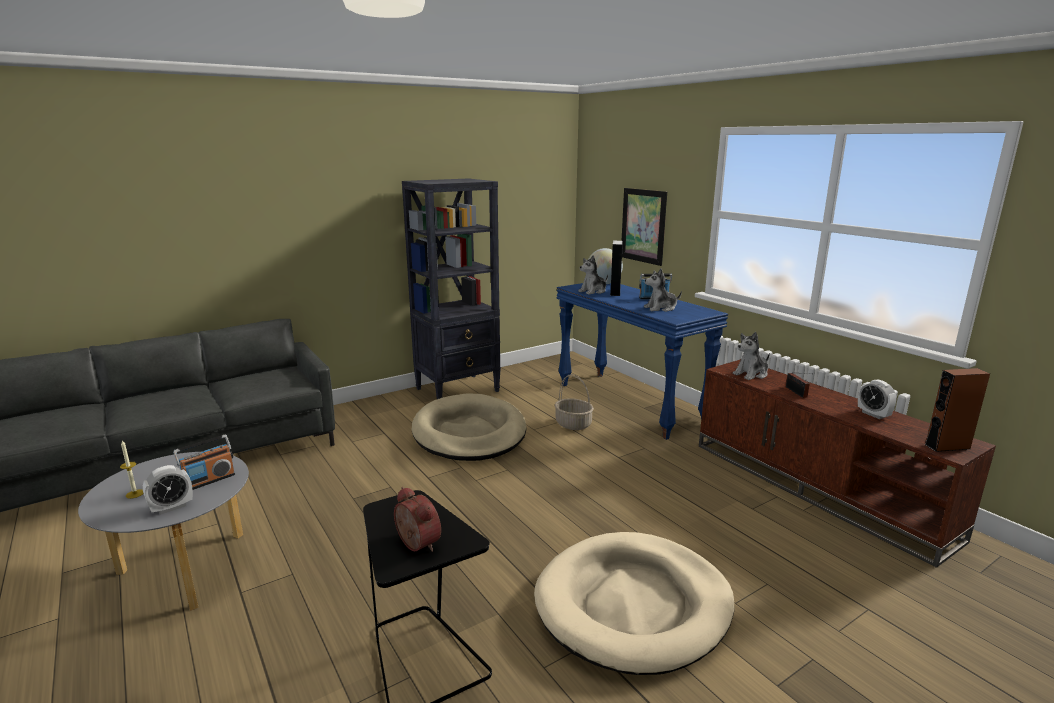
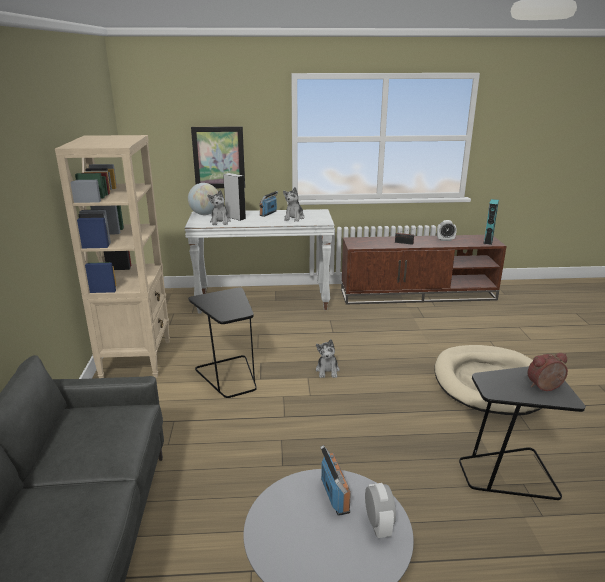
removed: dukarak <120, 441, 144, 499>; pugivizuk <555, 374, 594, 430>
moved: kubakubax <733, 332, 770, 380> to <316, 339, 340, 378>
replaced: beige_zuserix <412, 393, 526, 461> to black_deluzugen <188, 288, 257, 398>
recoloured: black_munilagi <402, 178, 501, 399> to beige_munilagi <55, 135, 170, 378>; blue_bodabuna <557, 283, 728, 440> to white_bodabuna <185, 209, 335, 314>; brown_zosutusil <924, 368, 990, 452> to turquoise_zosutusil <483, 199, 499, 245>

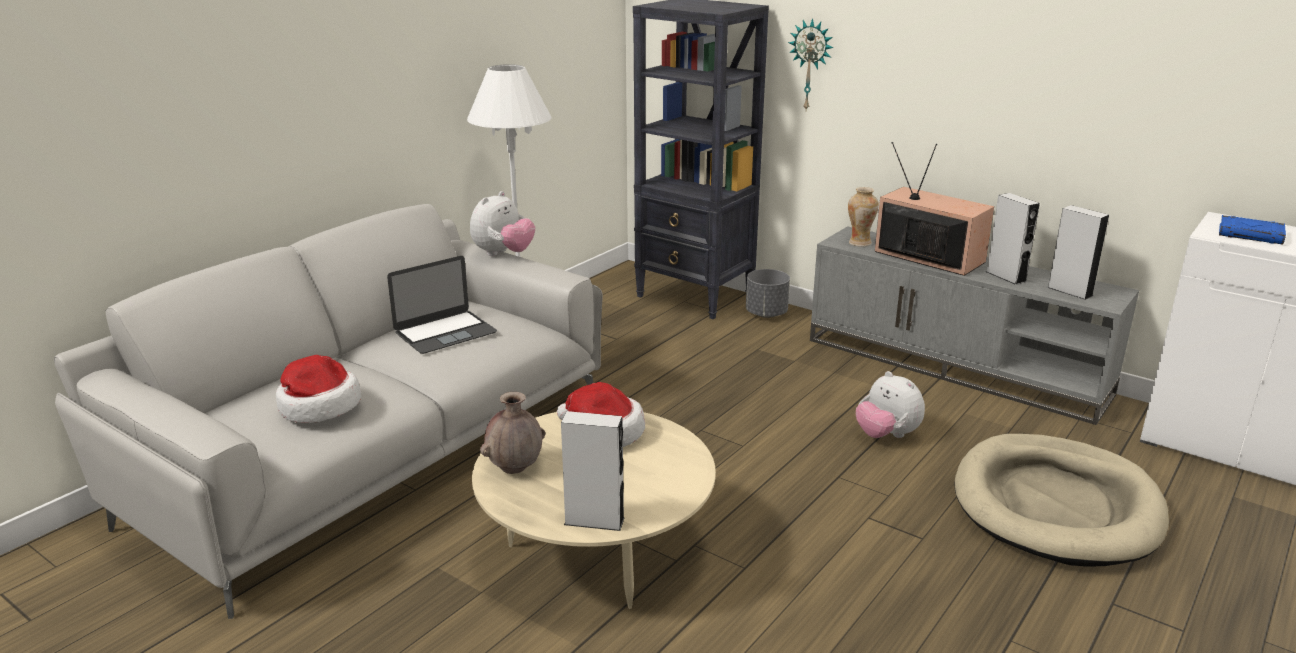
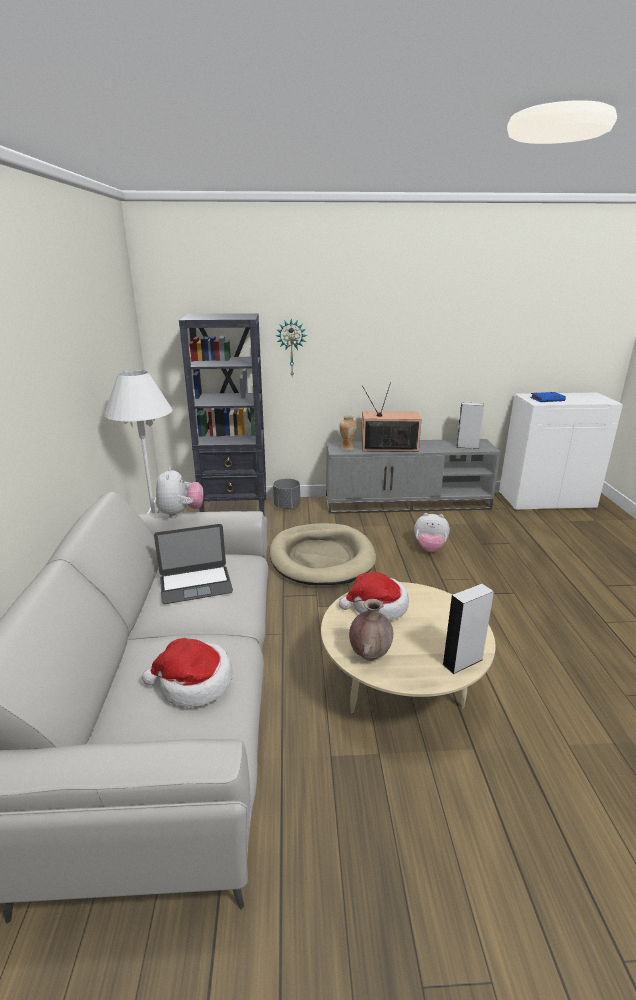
removed: grey_zosutusil <986, 193, 1040, 285>
moved: beige_zuserix <954, 434, 1169, 567> to <270, 523, 376, 585>
turned: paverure <387, 256, 497, 354> = <154, 524, 233, 604> 60 degrees clockwise

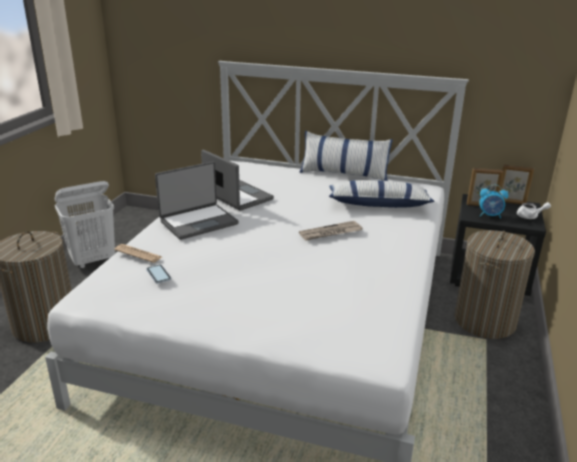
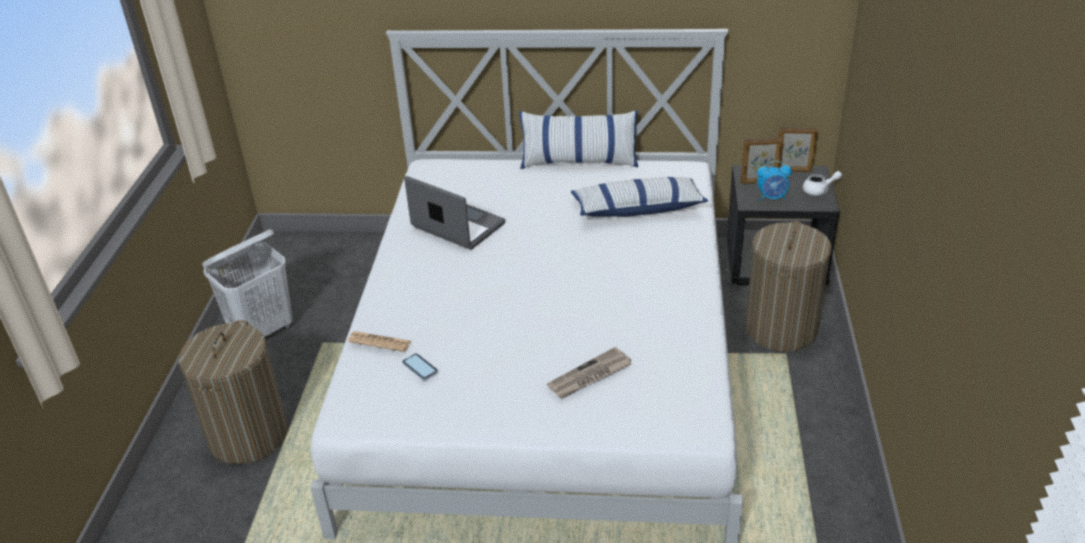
removed: paverure <155, 162, 239, 240>
moved: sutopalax <299, 221, 363, 241> to <547, 347, 631, 398>

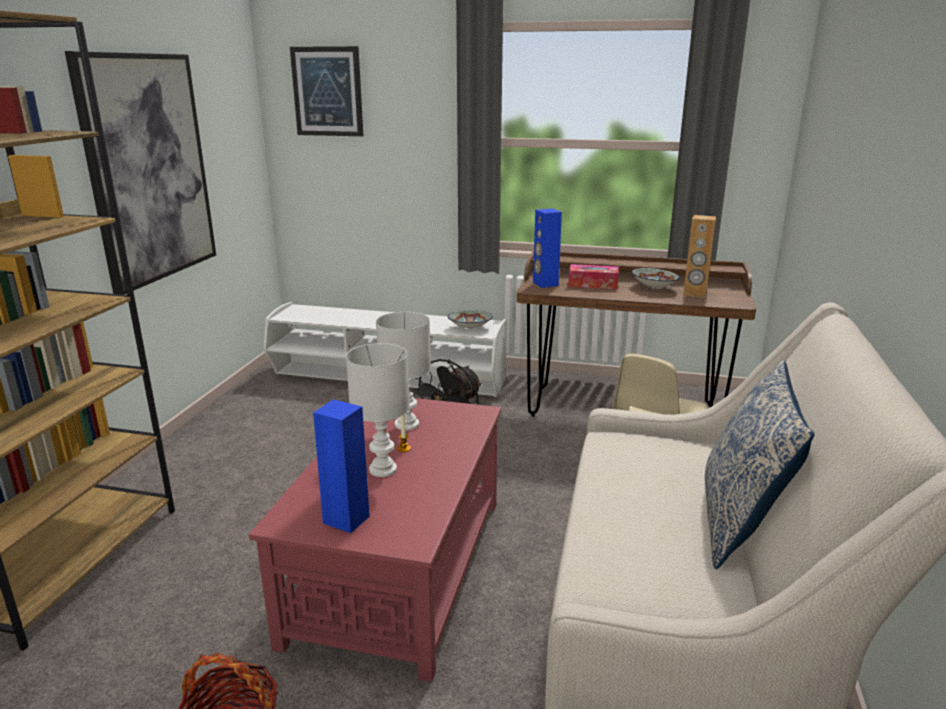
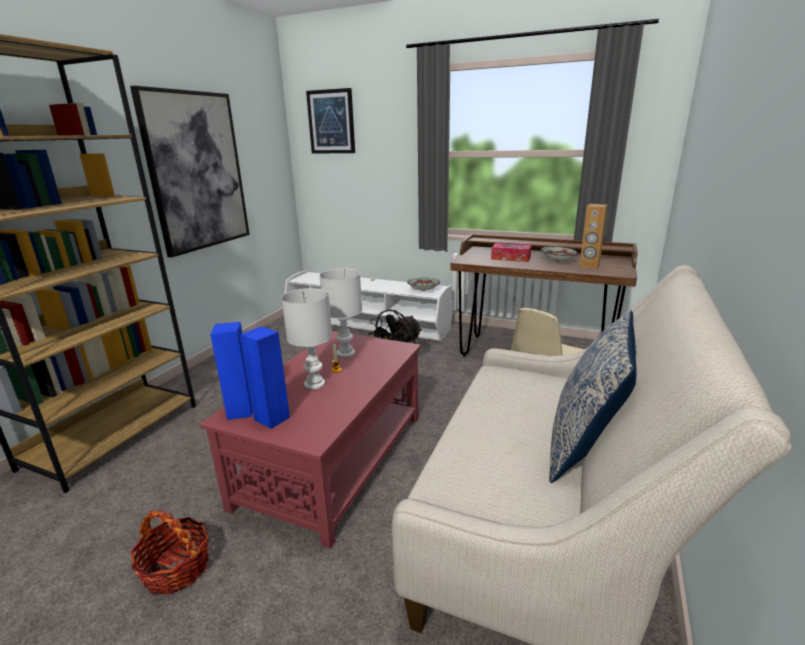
moved: blue_zosutusil <533, 208, 562, 288> to <210, 322, 253, 420>

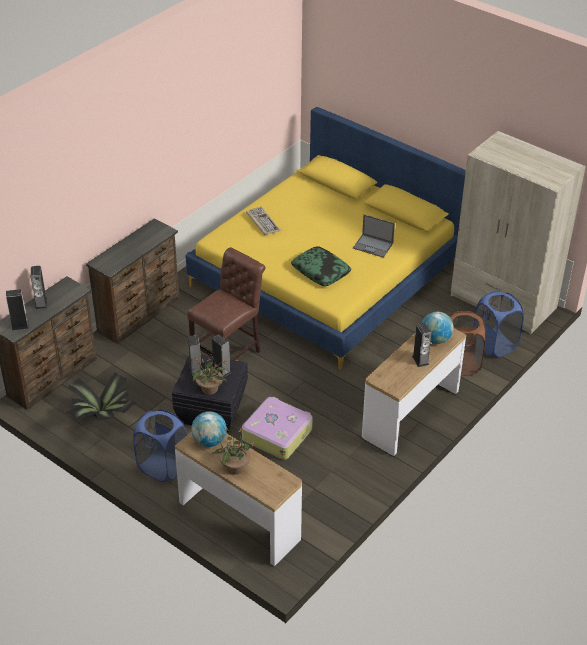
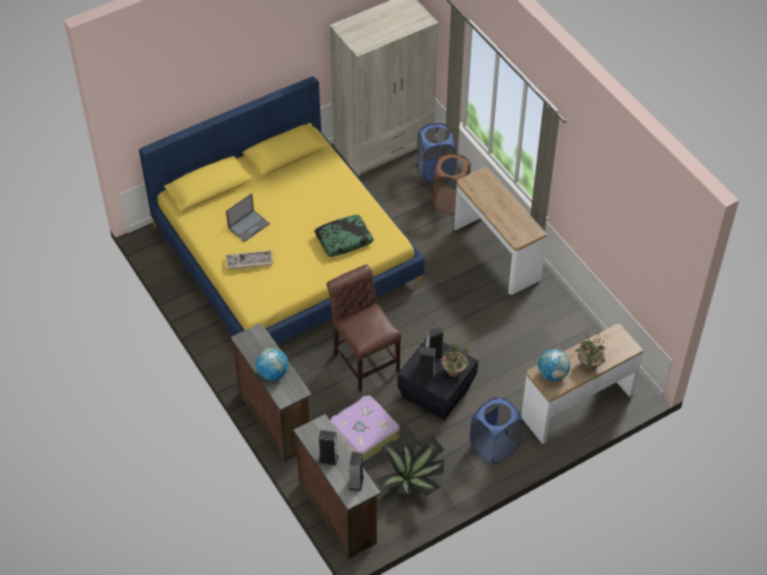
removed: zosutusil <412, 323, 432, 367>
moved: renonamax <242, 397, 313, 460> to <330, 395, 400, 462>; paverure <353, 214, 395, 258> to <226, 193, 270, 242>; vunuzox <422, 312, 454, 344> to <256, 348, 289, 380>

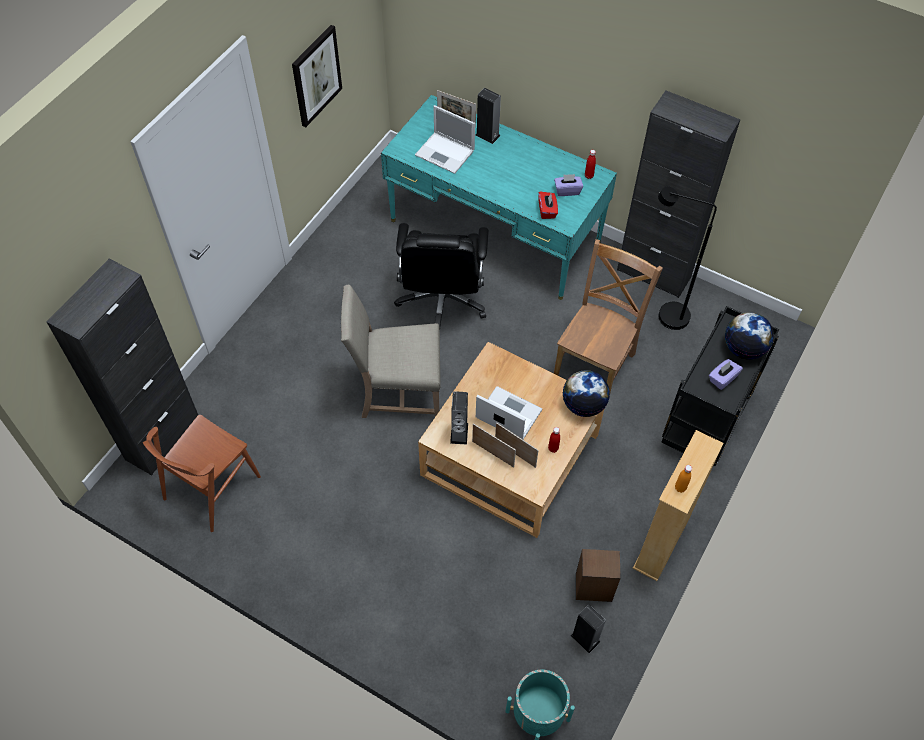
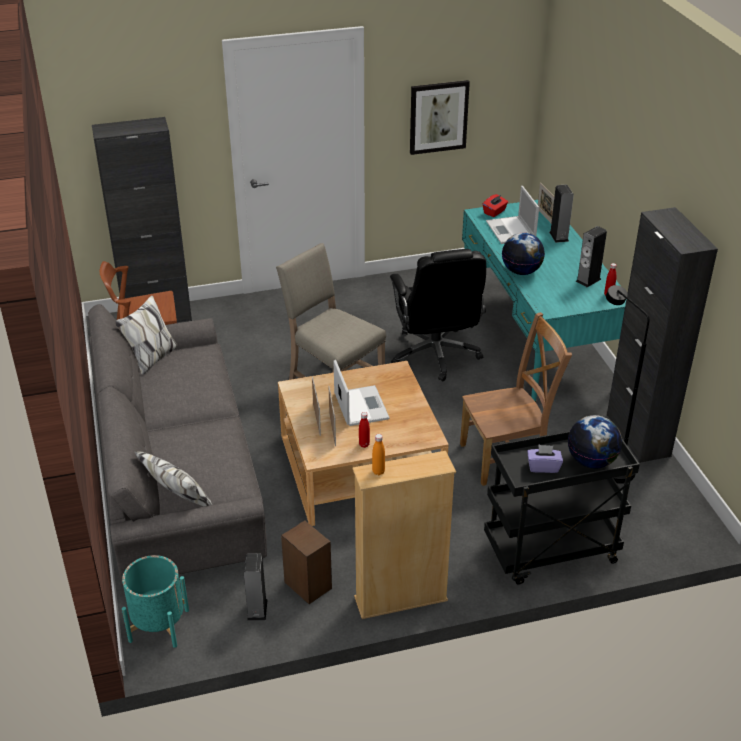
removed: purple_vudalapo <554, 174, 583, 196>
added: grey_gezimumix <88, 296, 267, 585>
moved: zosutusil <450, 391, 468, 444> to <575, 226, 607, 287>; red_vudalapo <538, 191, 558, 219> to <483, 194, 508, 217>; vunuzox <563, 370, 610, 417> to <502, 233, 545, 275>
turned: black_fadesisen <394, 223, 489, 328> = <390, 249, 486, 381> 60 degrees counterclockwise

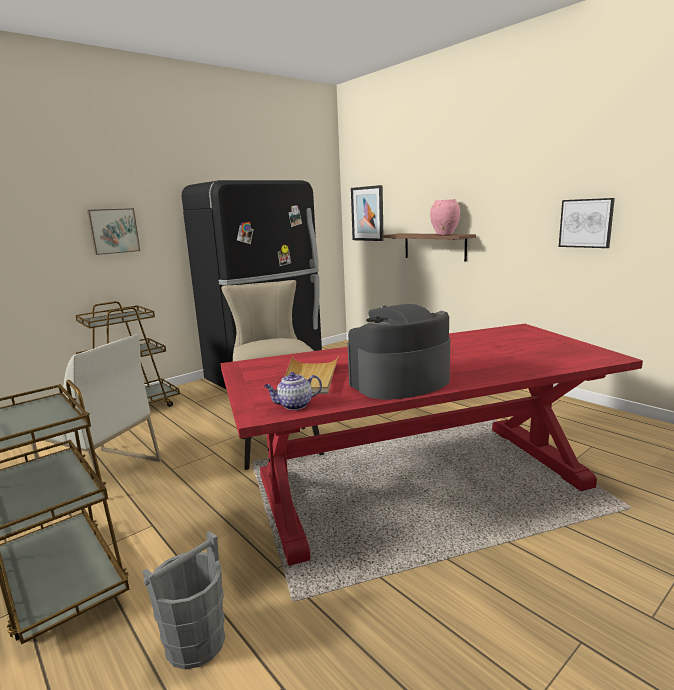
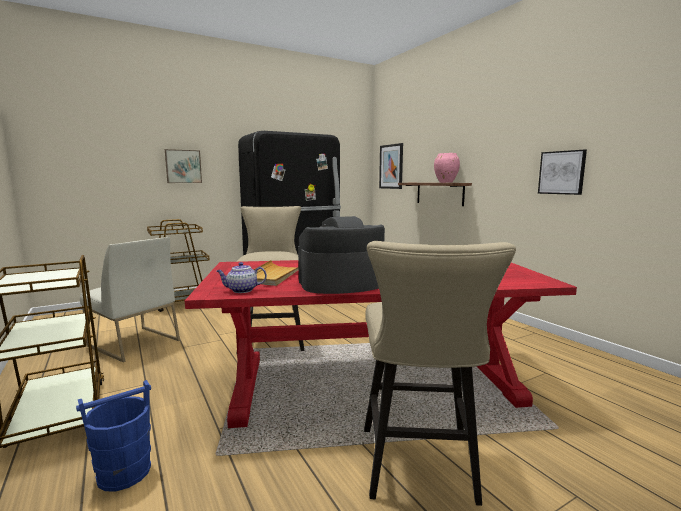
added: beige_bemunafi <364, 241, 516, 506>
recoloured: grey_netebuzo <142, 531, 225, 670> to blue_netebuzo <76, 380, 151, 491>

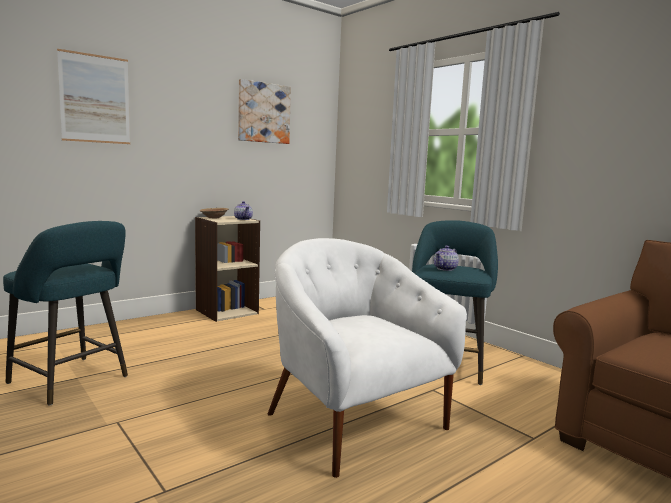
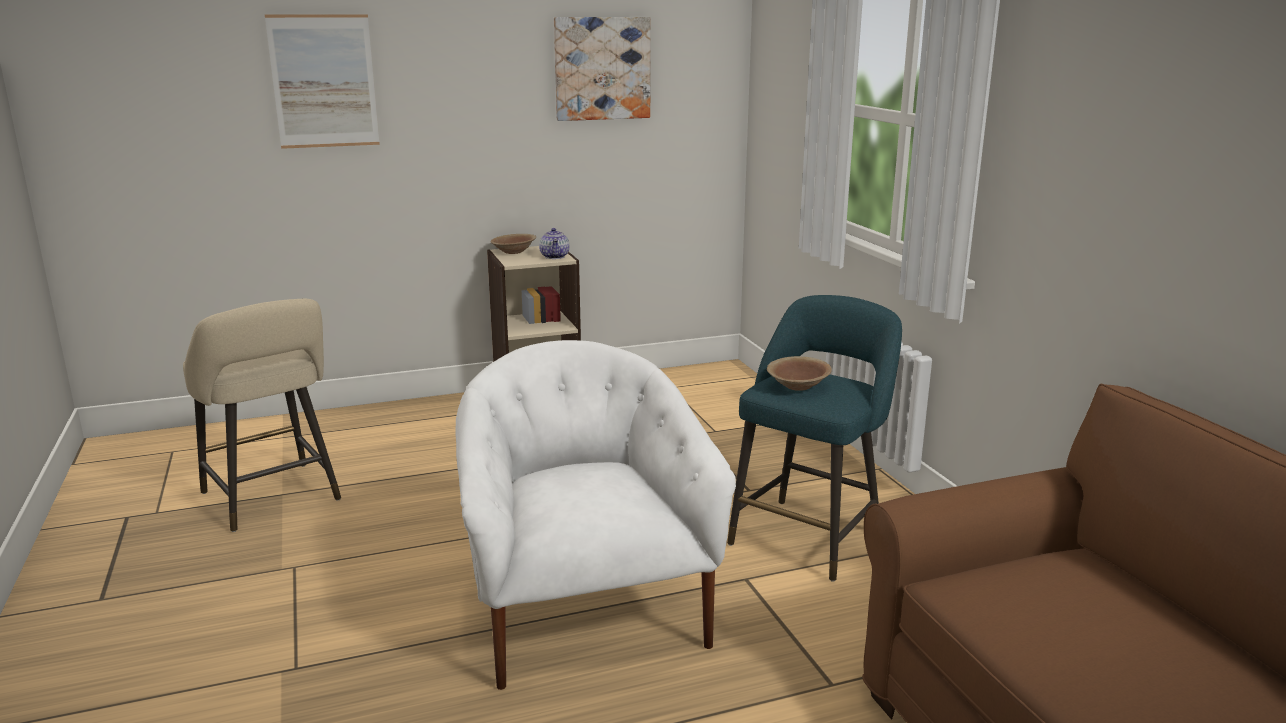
replaced: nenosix <434, 246, 459, 271> to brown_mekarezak <767, 356, 832, 391>
recoloured: turquoise_bemunafi <3, 221, 128, 406> to beige_bemunafi <183, 299, 341, 532>

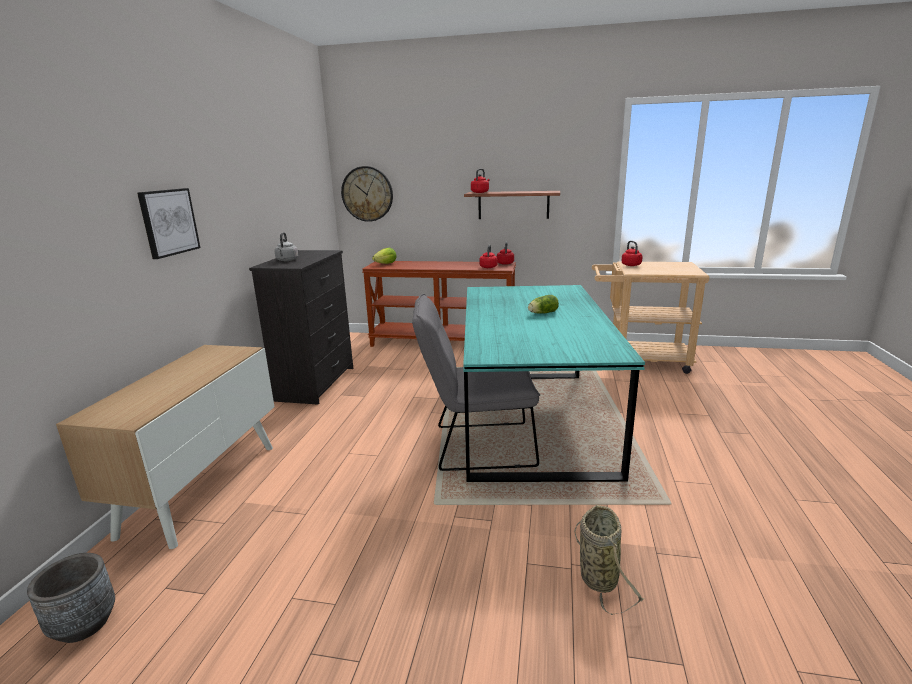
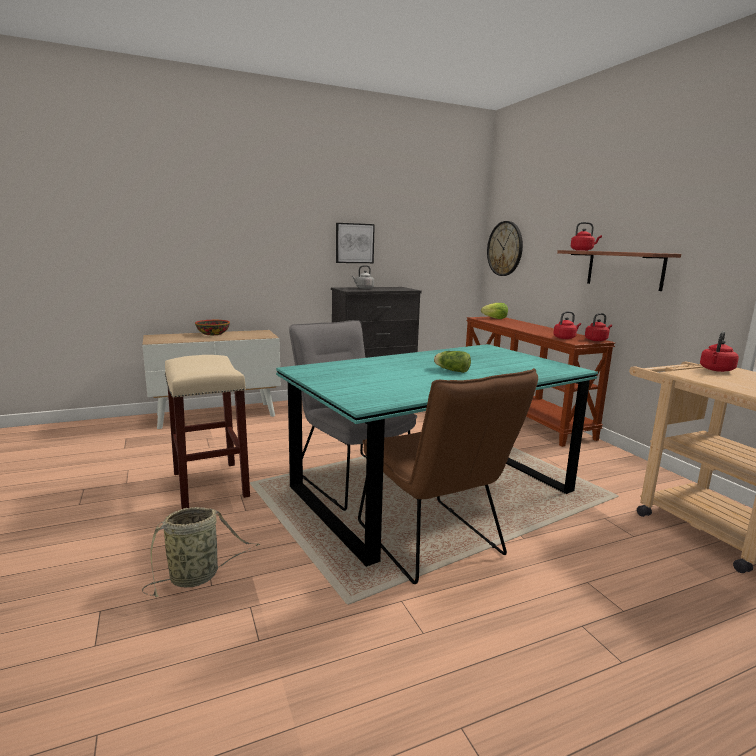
removed: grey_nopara <27, 553, 115, 643>
added: beige_bemunafi <165, 355, 250, 509>; mekarezak <195, 320, 230, 335>; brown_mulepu <358, 368, 538, 584>
moved: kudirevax <137, 188, 200, 259> to <336, 223, 375, 263>

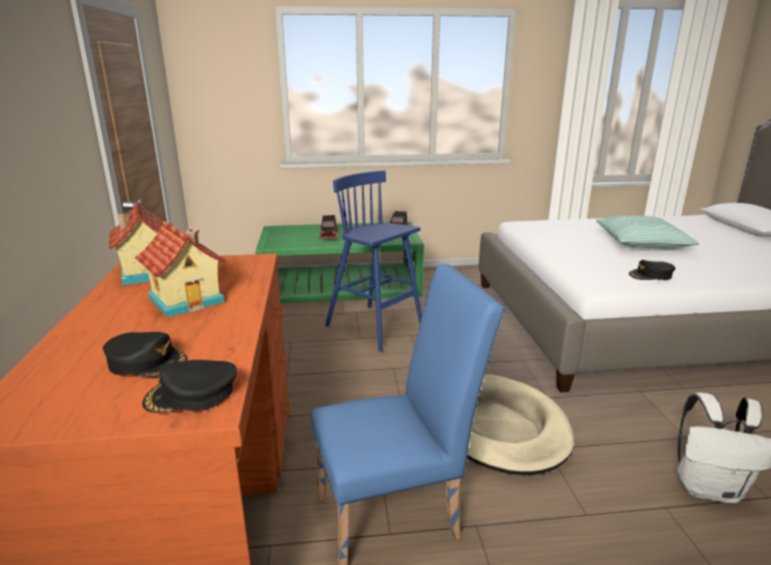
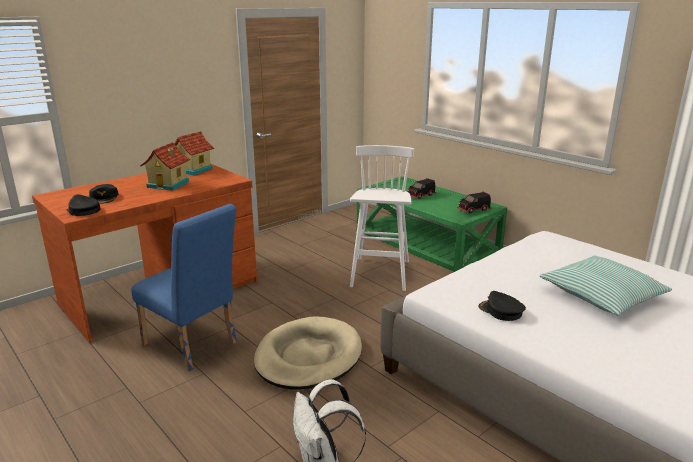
recoloured: blue_bemunafi <325, 170, 422, 352> to white_bemunafi <350, 145, 414, 291>

